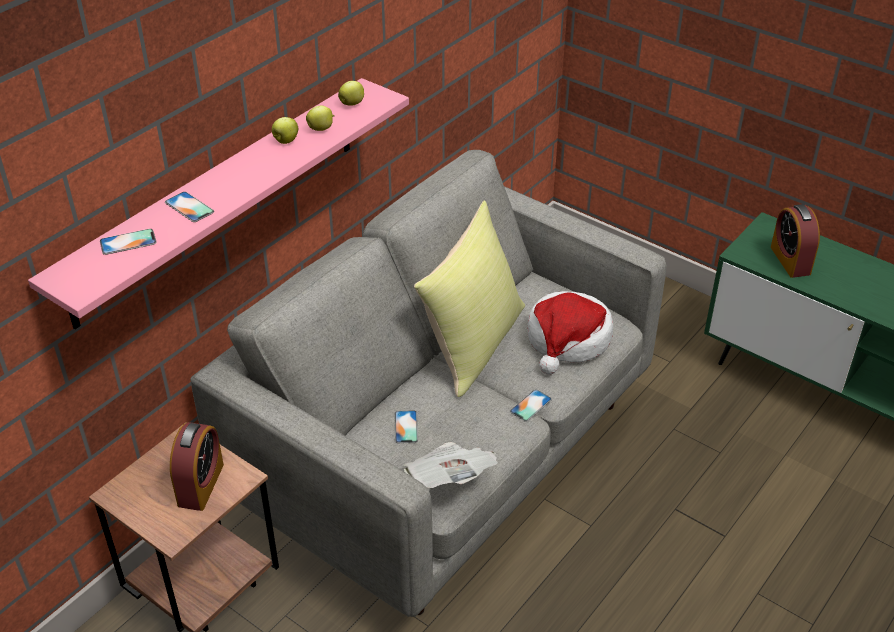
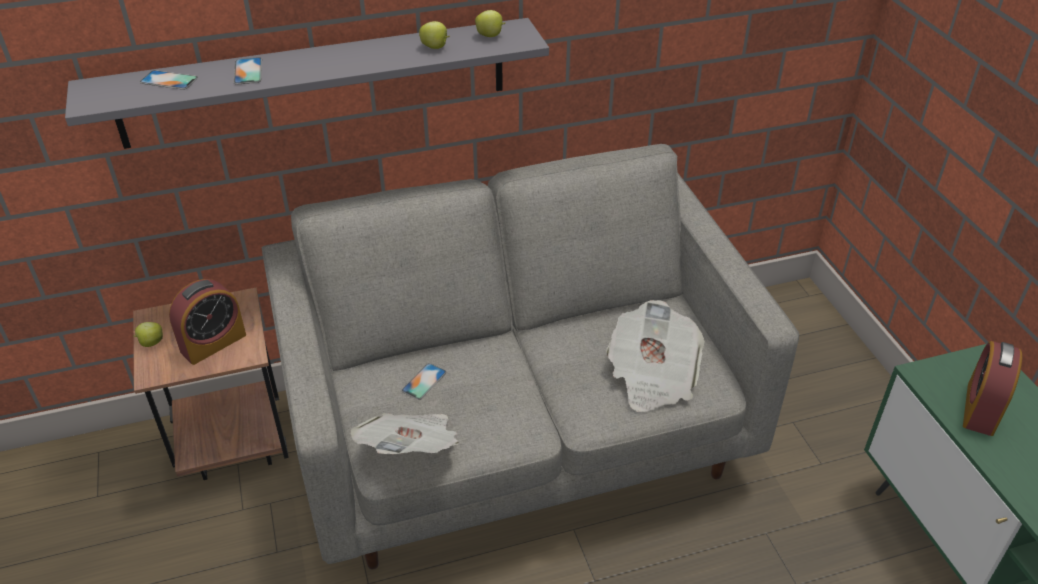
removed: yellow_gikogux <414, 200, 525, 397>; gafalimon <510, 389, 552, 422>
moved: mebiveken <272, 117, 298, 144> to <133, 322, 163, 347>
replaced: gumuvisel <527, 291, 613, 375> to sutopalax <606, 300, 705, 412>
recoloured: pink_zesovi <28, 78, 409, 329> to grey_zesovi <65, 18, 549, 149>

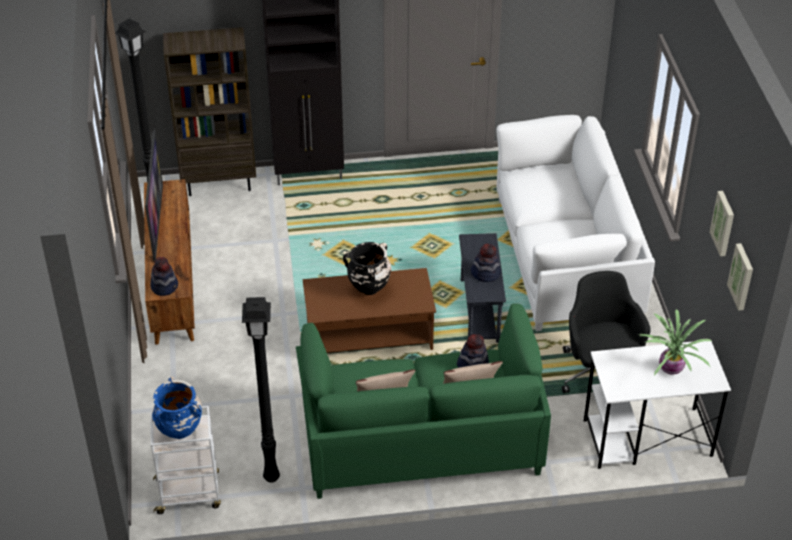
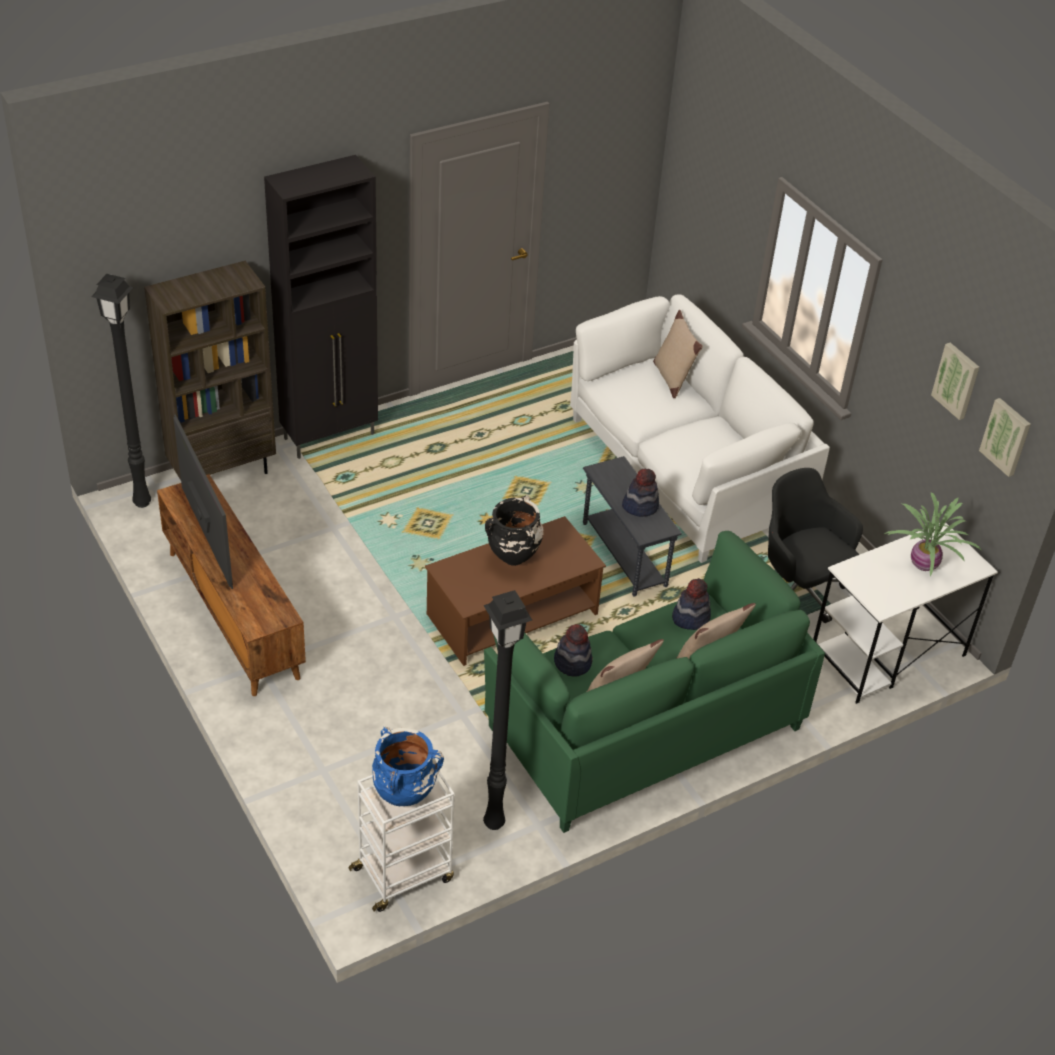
added: beige_gikogux <653, 310, 703, 399>
moved: gumuvisel <150, 257, 178, 296> to <554, 624, 593, 677>

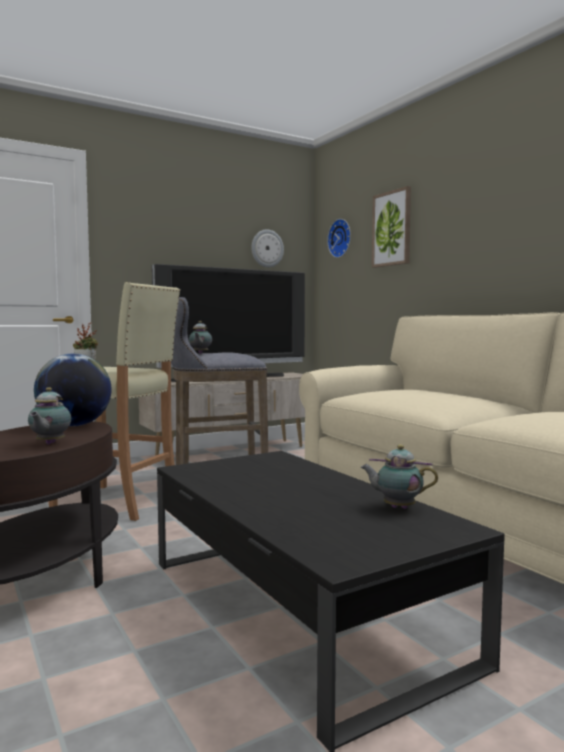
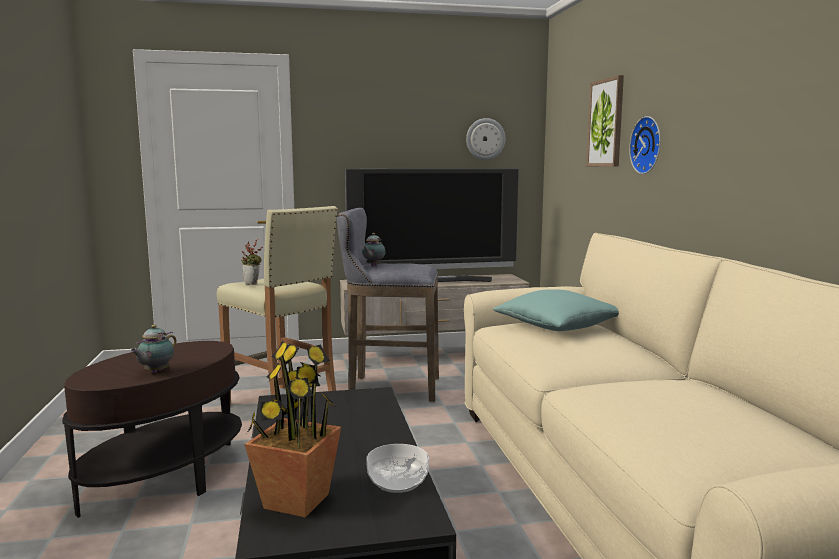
removed: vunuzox <34, 353, 112, 426>
added: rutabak <244, 341, 341, 518>; turquoise_gikogux <493, 289, 619, 331>
moved: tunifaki <327, 219, 351, 258> to <629, 116, 661, 174>
replaced: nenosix <361, 444, 438, 509> to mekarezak <366, 444, 429, 493>

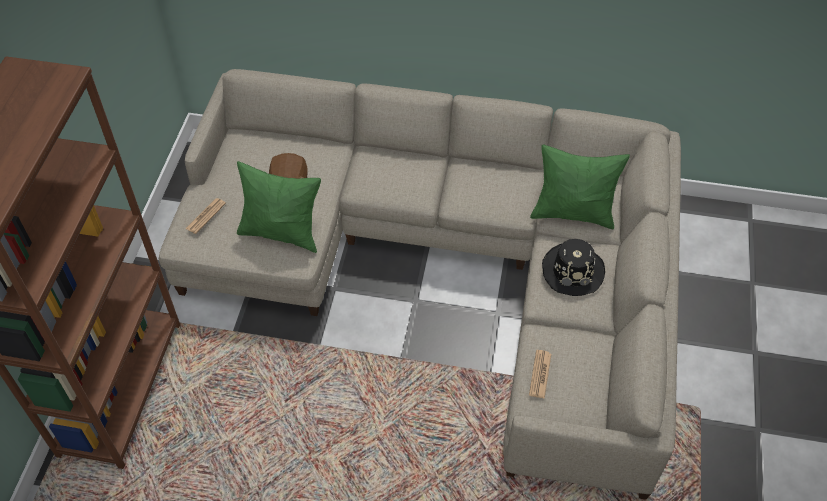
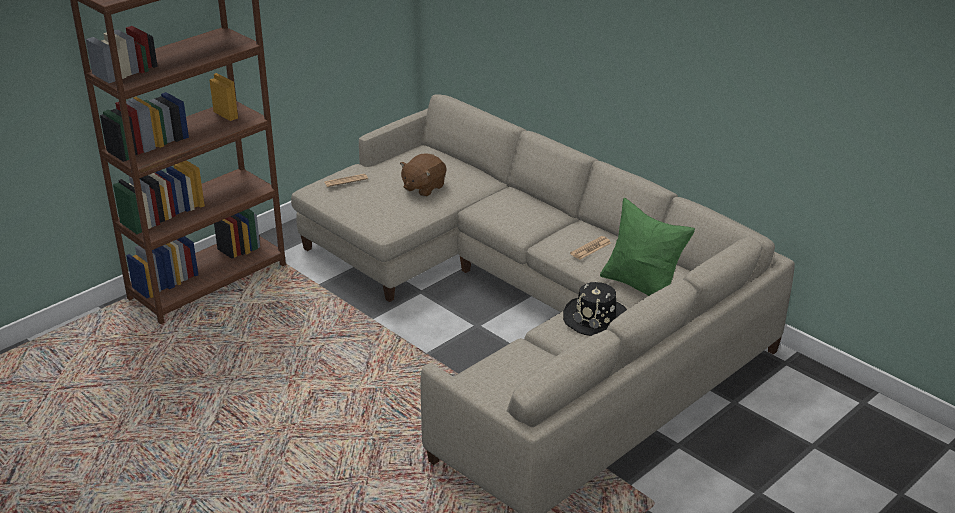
removed: green_gikogux <237, 161, 321, 253>
moved: sutopalax <529, 350, 551, 399> to <570, 236, 611, 260>

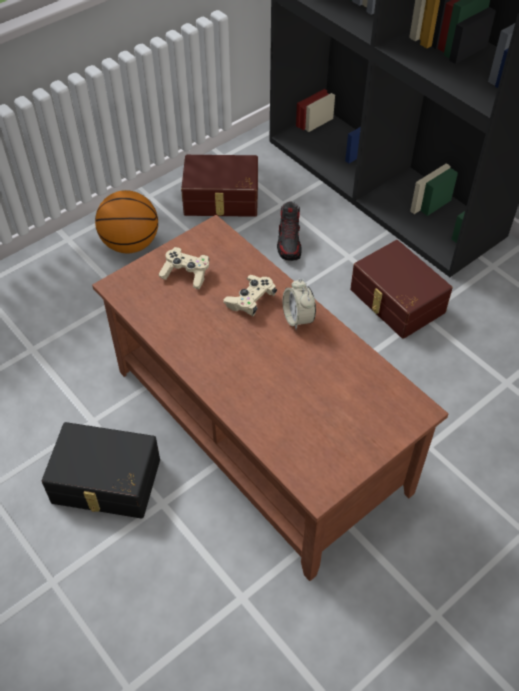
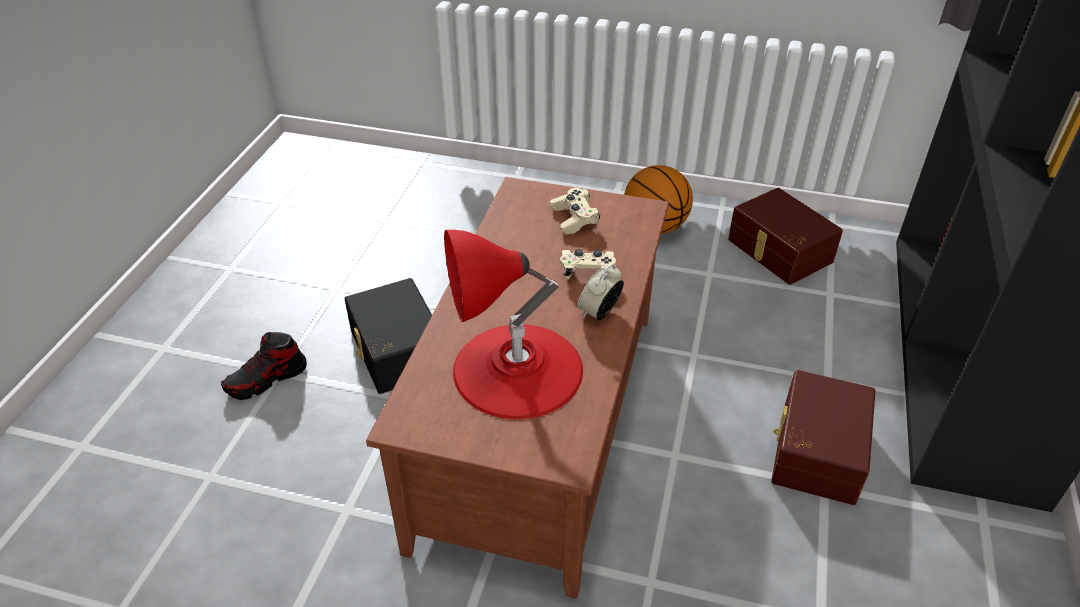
added: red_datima <444, 230, 583, 420>
moved: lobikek <277, 201, 302, 261> to <221, 332, 307, 400>

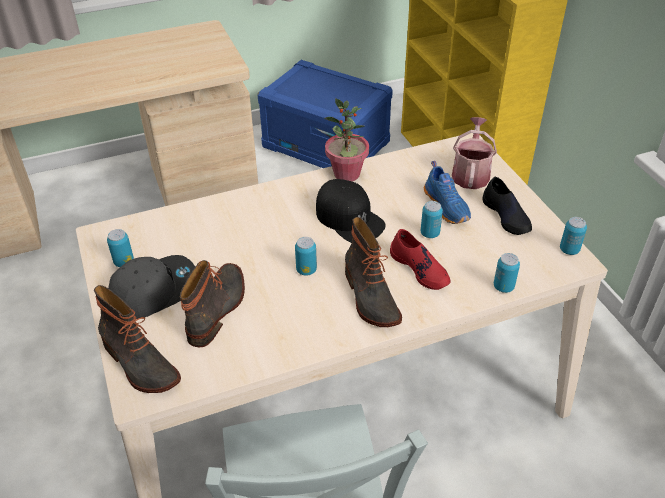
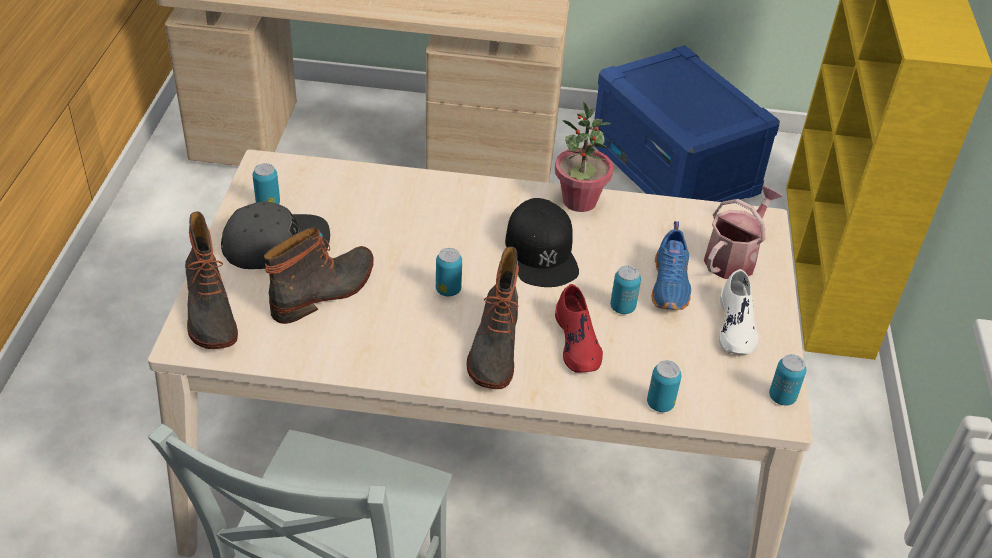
recoloured: black_lobikek <483, 177, 532, 235> to white_lobikek <719, 269, 759, 354>

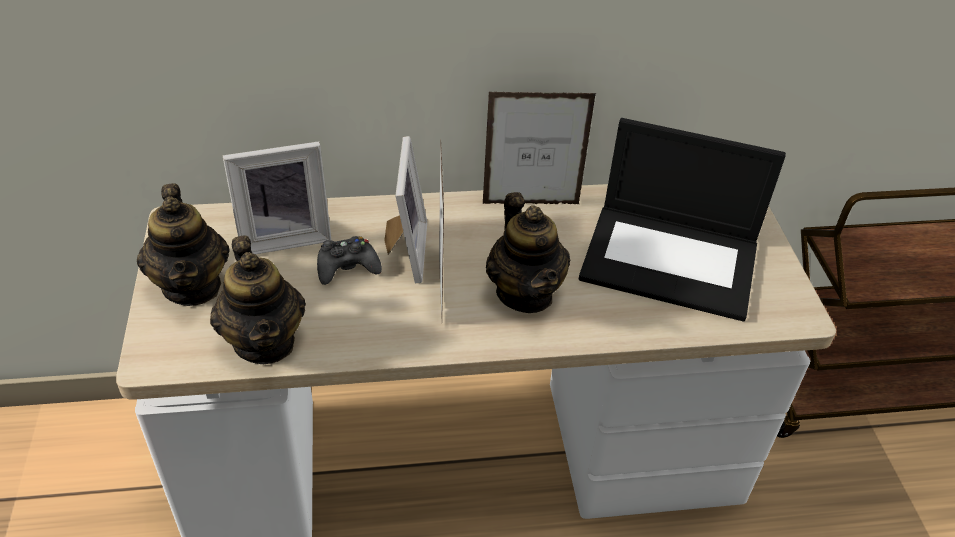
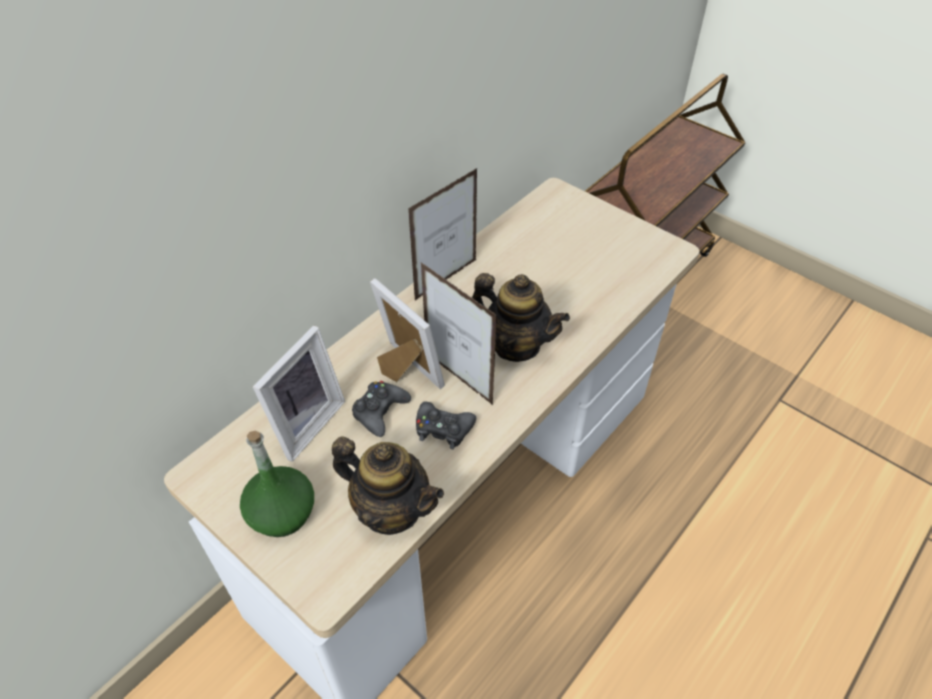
removed: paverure <579, 118, 786, 321>
added: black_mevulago <416, 402, 476, 449>
replaced: nenosix <137, 183, 230, 306> to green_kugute <240, 431, 314, 537>

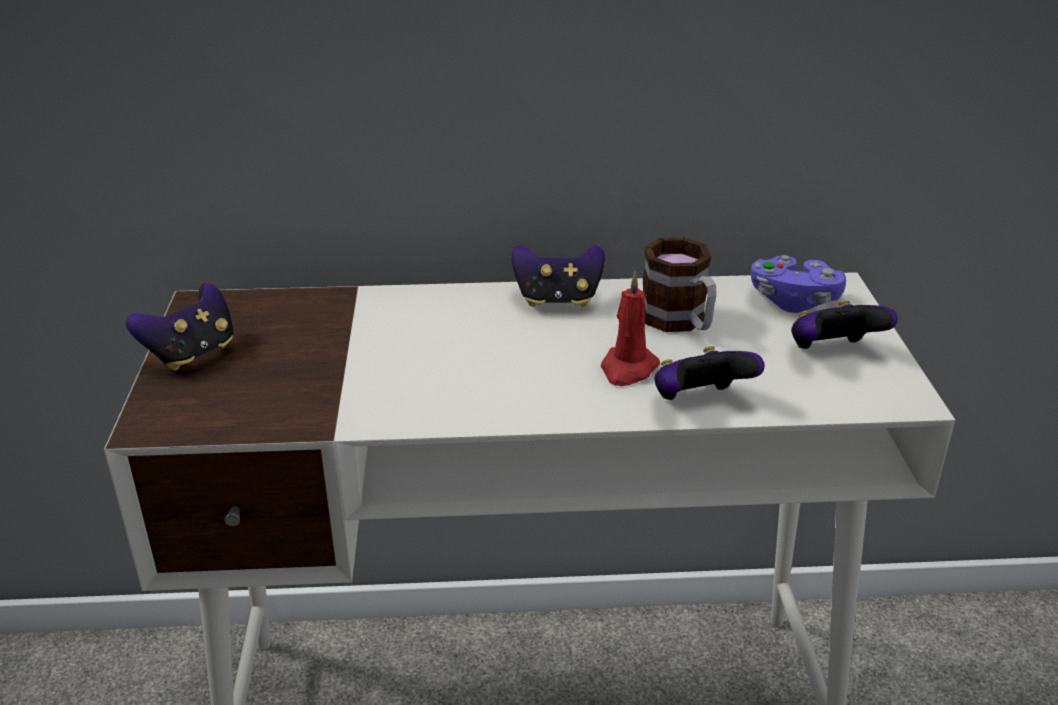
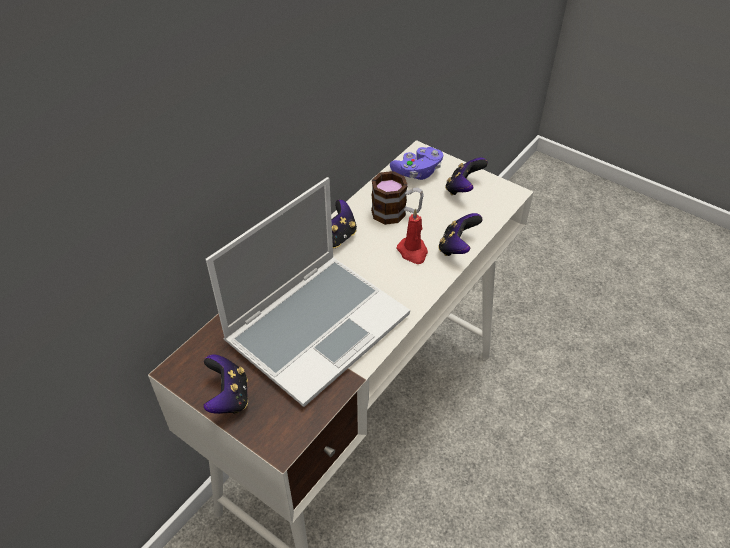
added: paverure <206, 177, 410, 407>

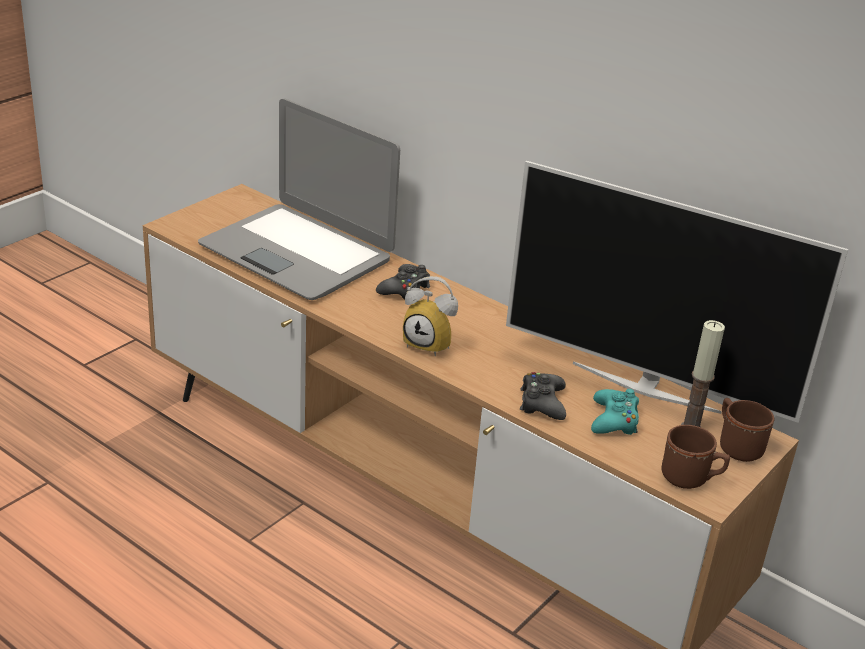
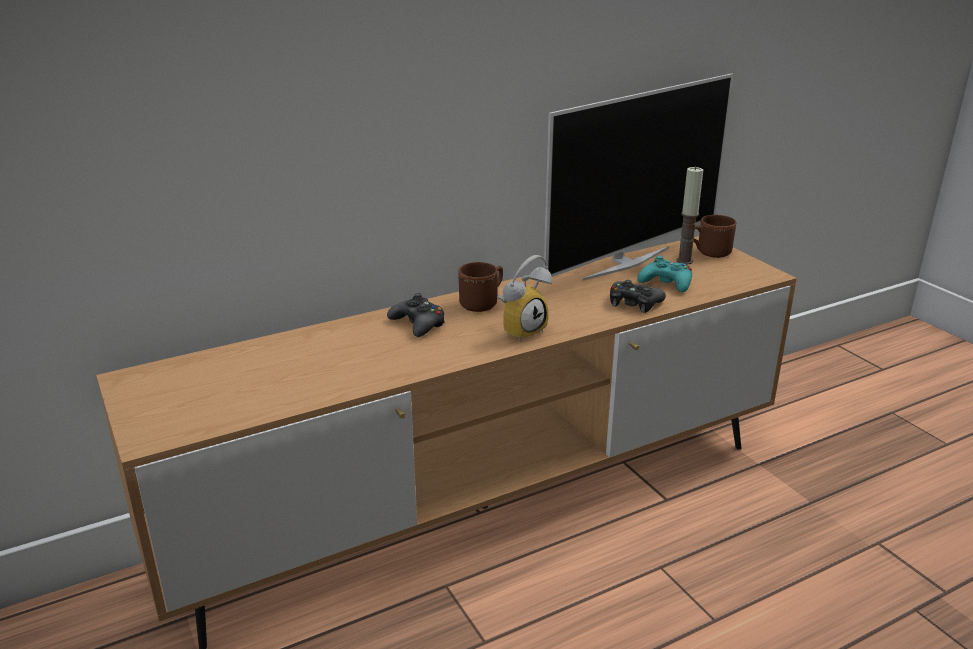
removed: paverure <198, 98, 400, 300>
moved: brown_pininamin <662, 425, 730, 489> to <458, 262, 503, 312>

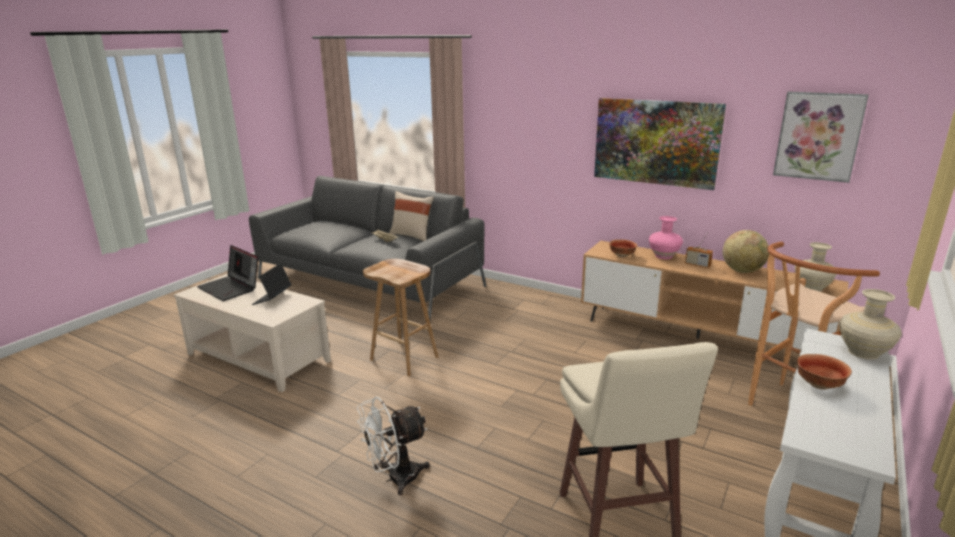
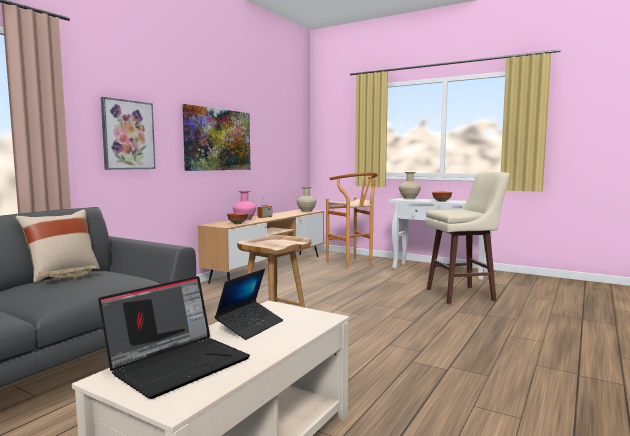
removed: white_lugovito <357, 397, 430, 496>; vunuzox <723, 230, 769, 273>
moved: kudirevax <773, 92, 869, 183> to <101, 97, 156, 170>
turned: paverure <252, 263, 291, 305> = <215, 269, 283, 340> 75 degrees counterclockwise

